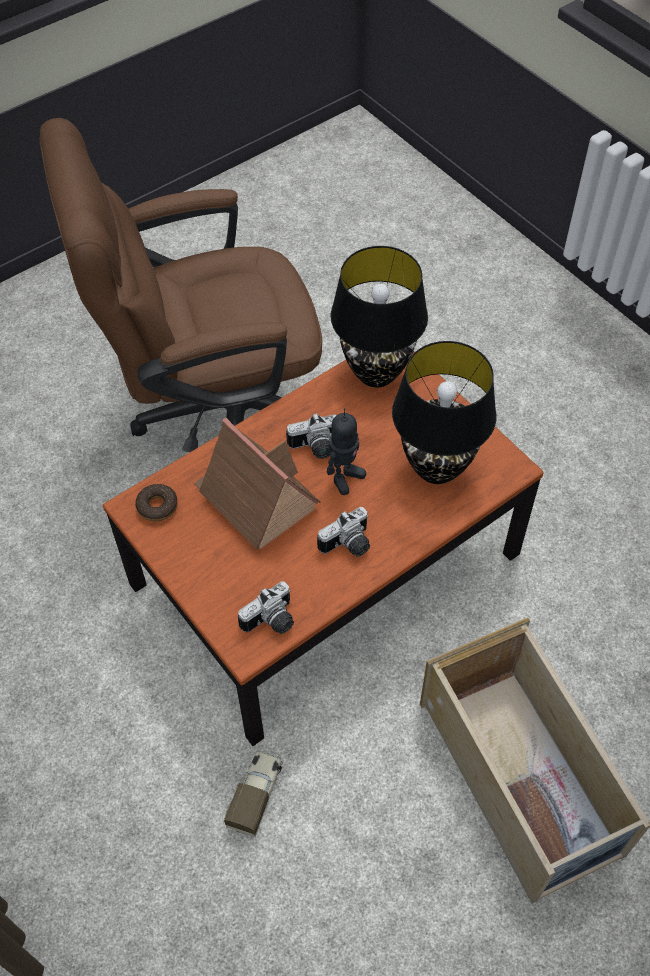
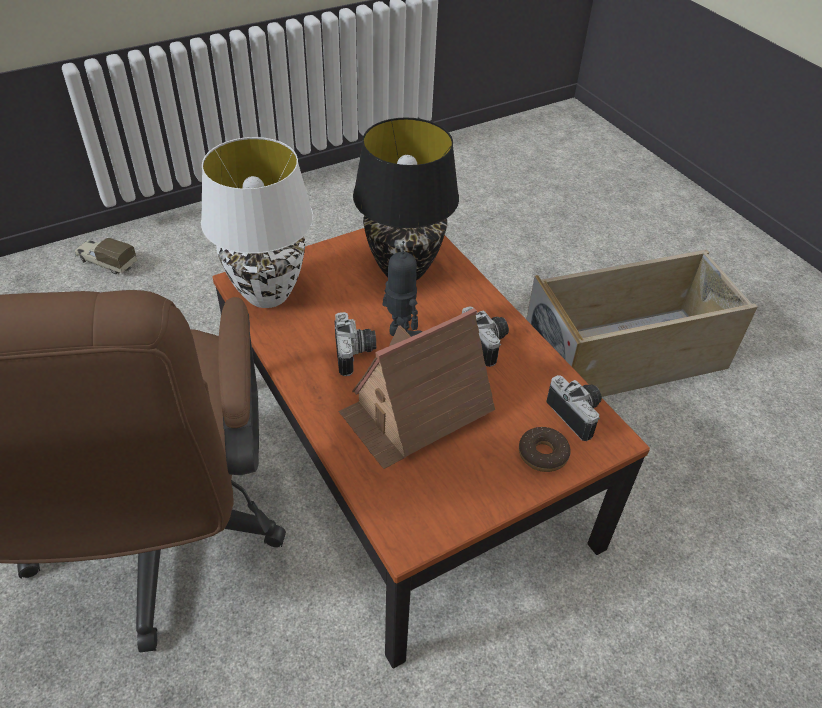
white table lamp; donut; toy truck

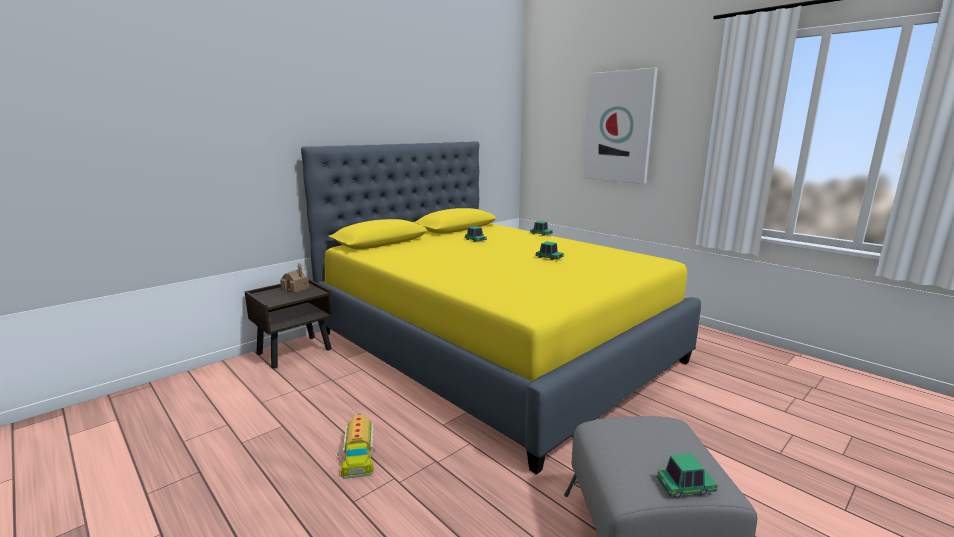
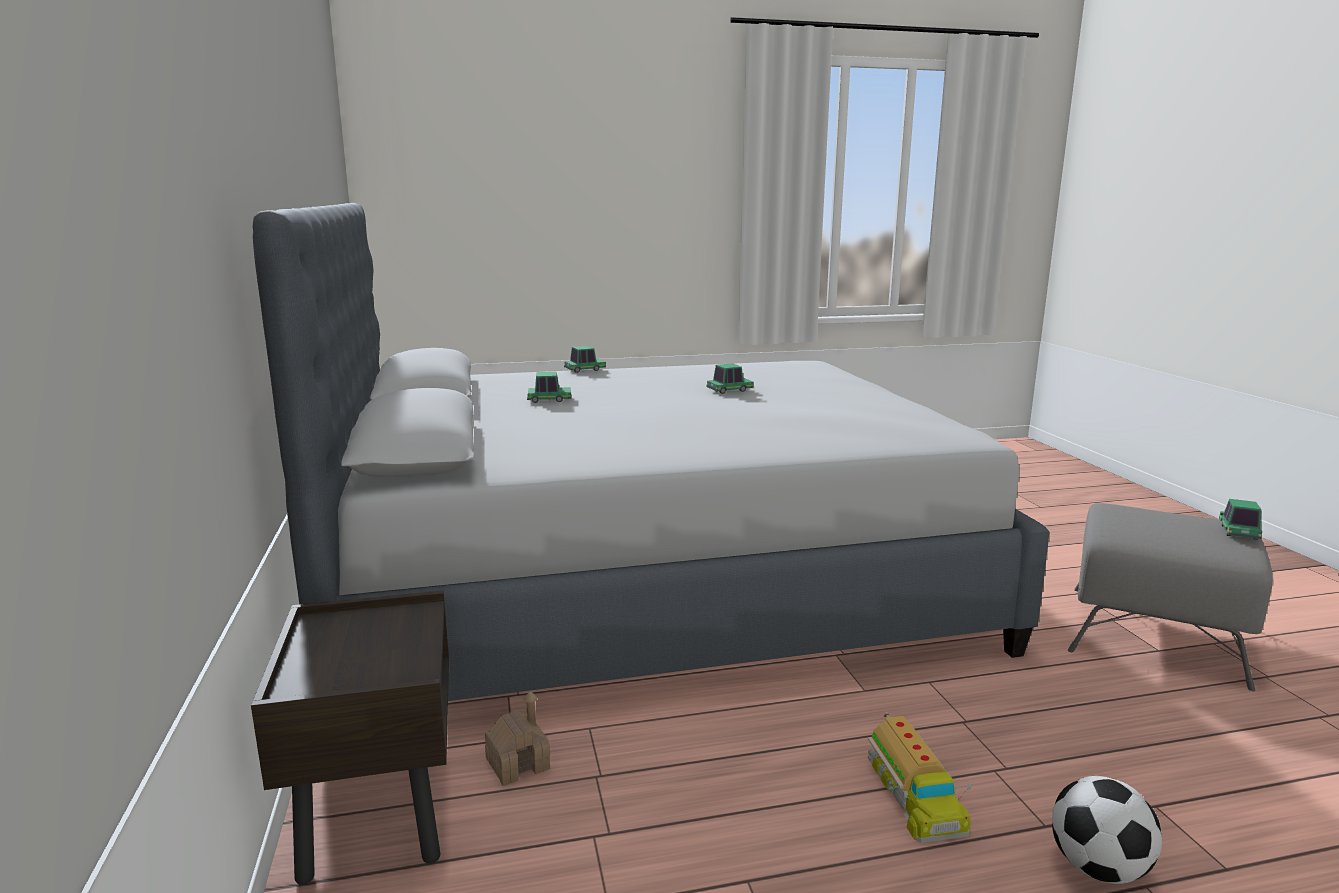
picture; grey bed; toy house; toy truck; football

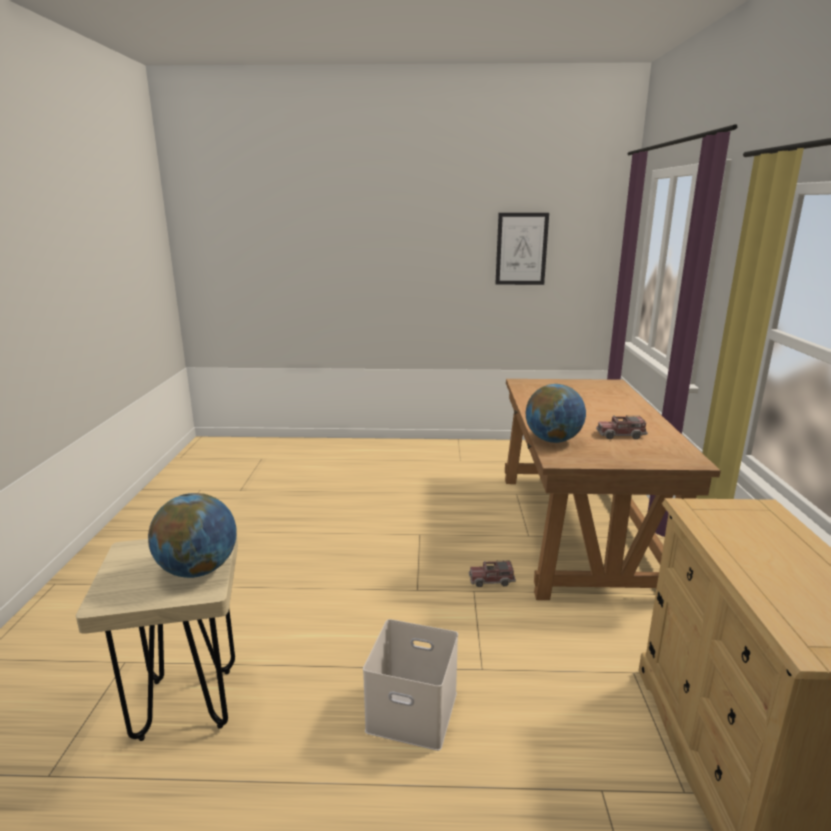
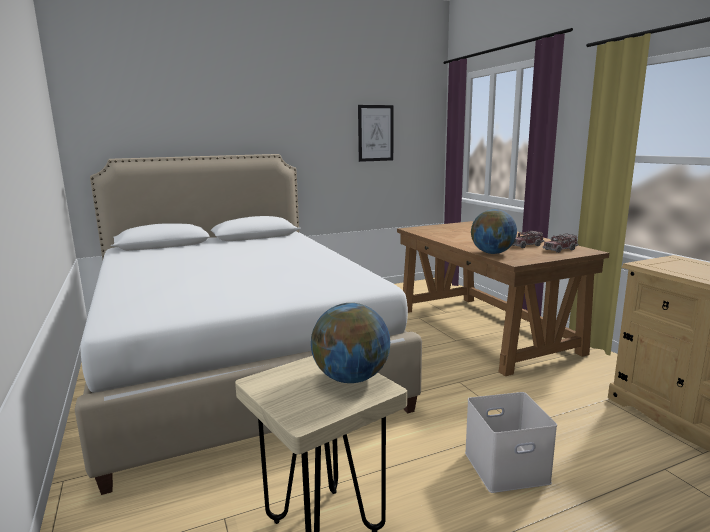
toy truck (2nd from left); white bed

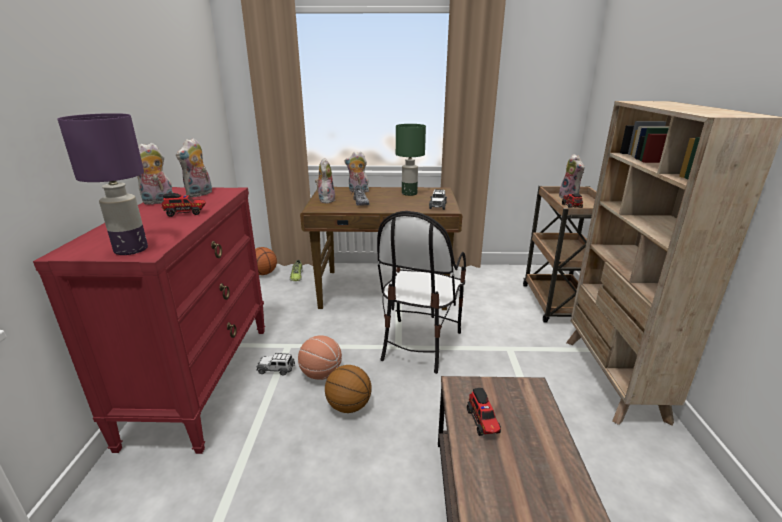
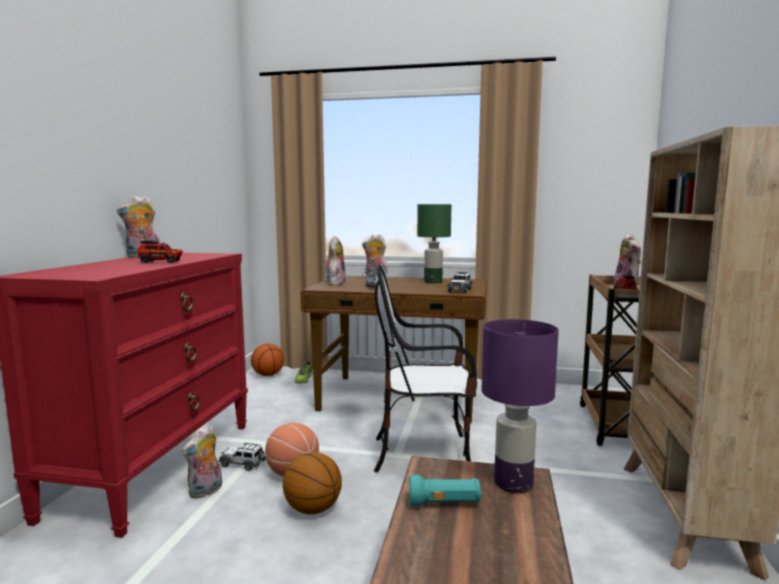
purple table lamp; plush toy (2nd from left); chair; turquoise flashlight

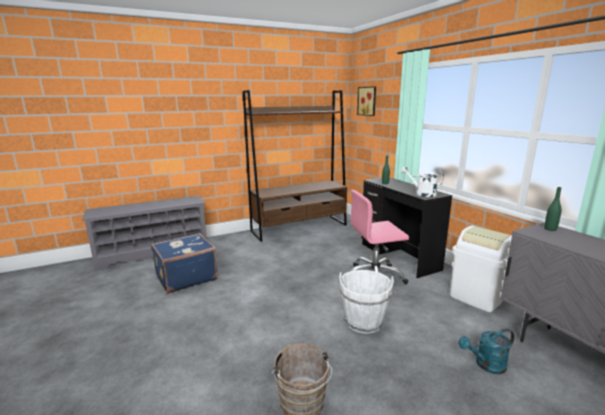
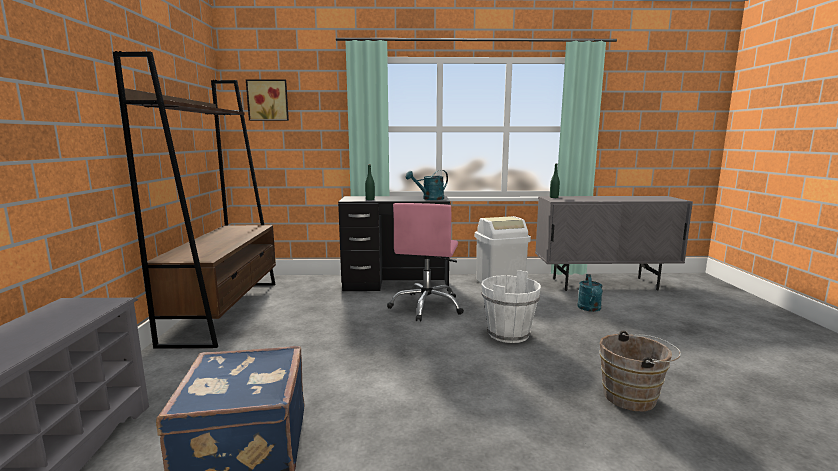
turquoise watering can (1st from left)

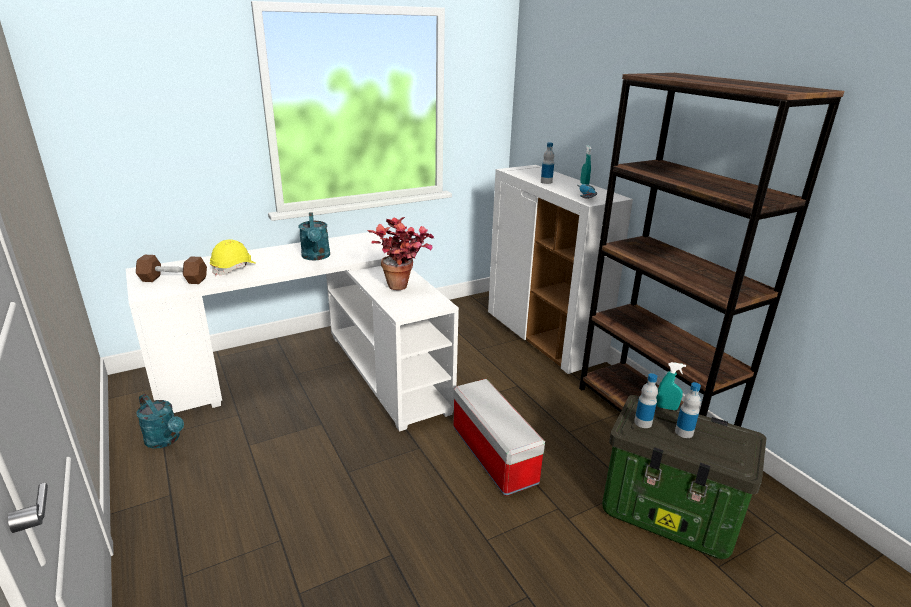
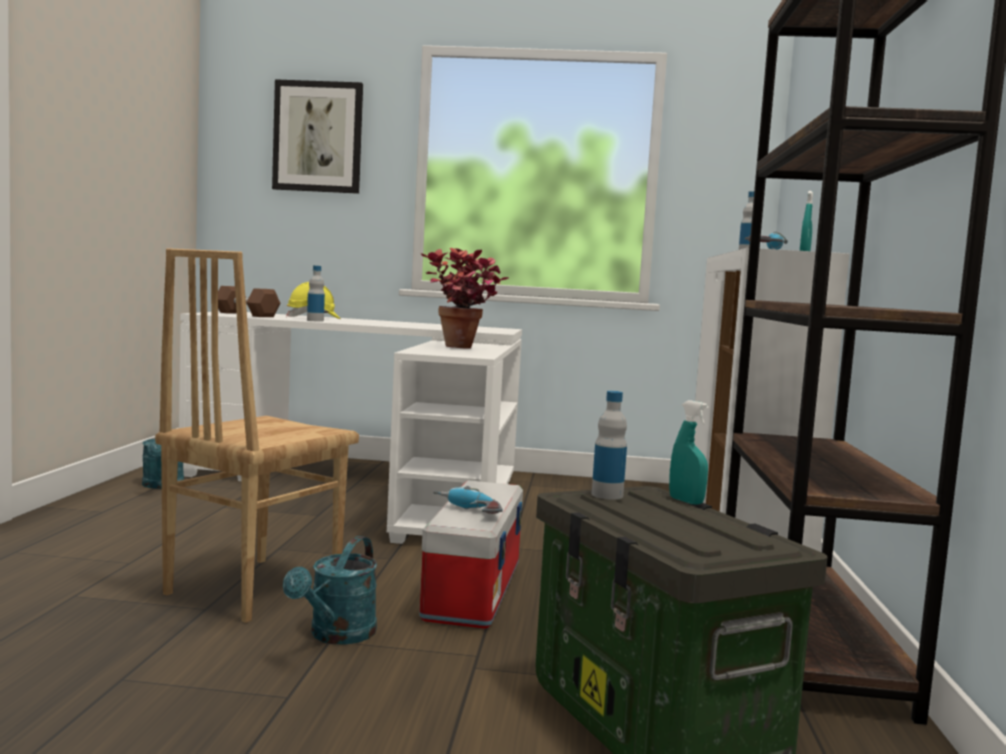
turquoise watering can (2nd from left); bottle (1st from left); picture; brown chair; power drill (1st from left)

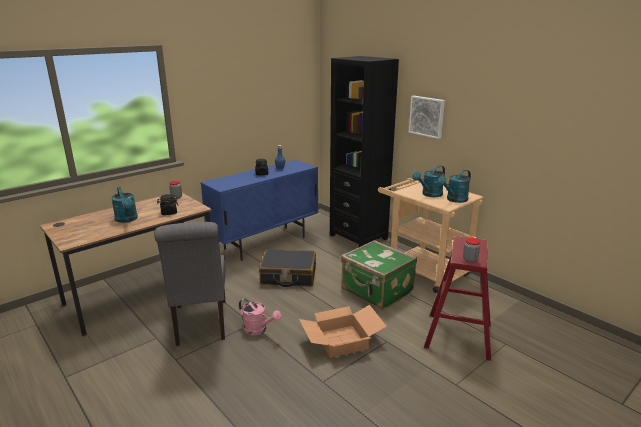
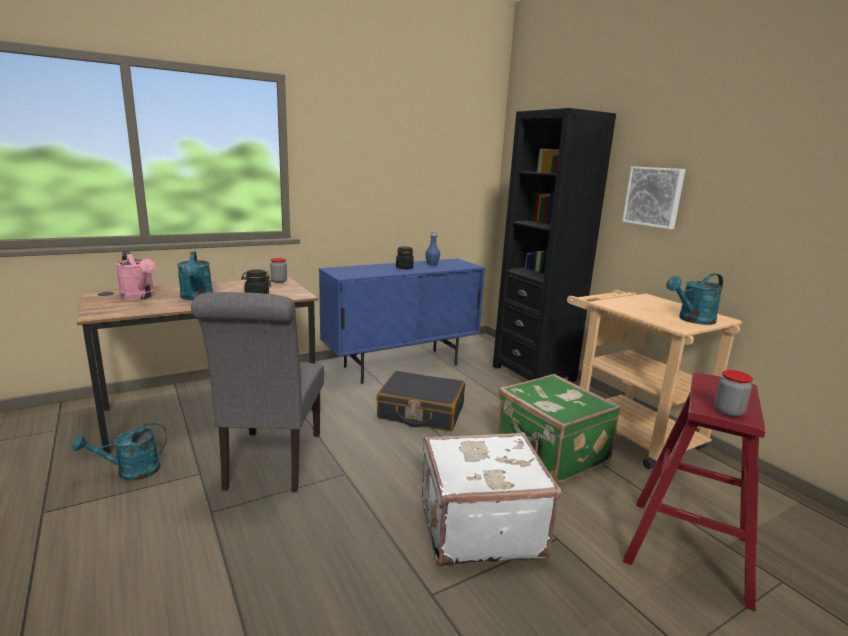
turquoise watering can (1st from left); pink watering can; white suitcase

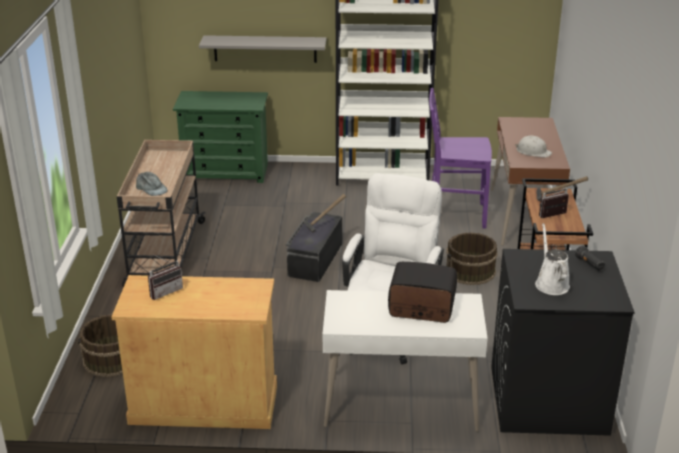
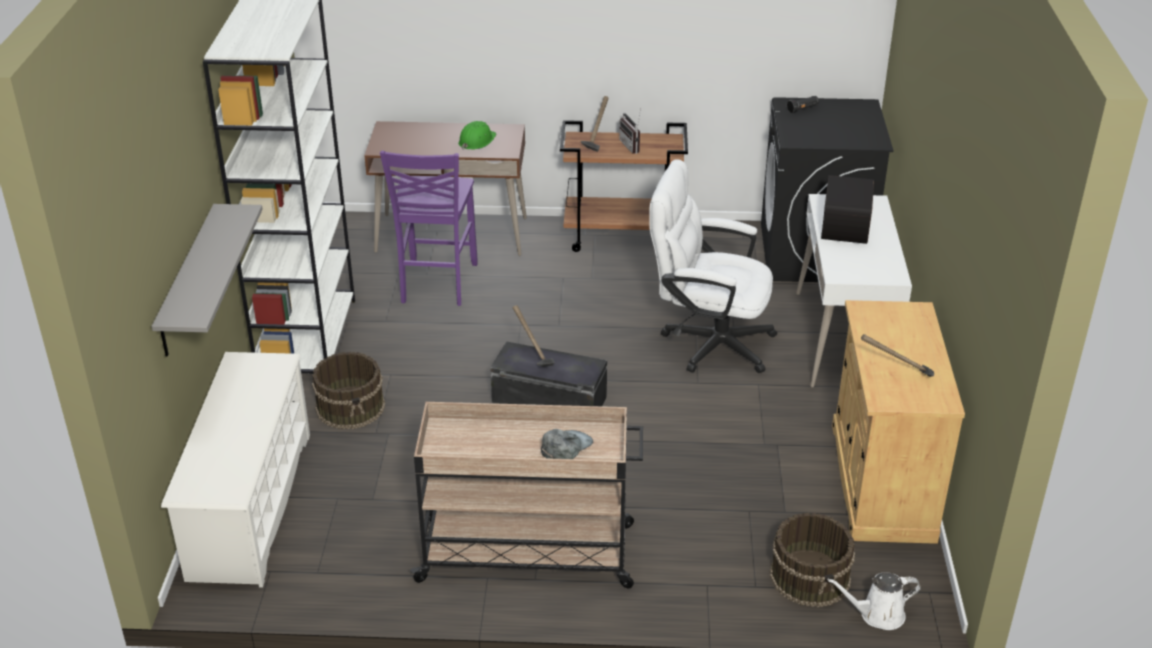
white shoe rack; green hard hat; white watering can; brown bucket (1st from left); hammer (3rd from left)

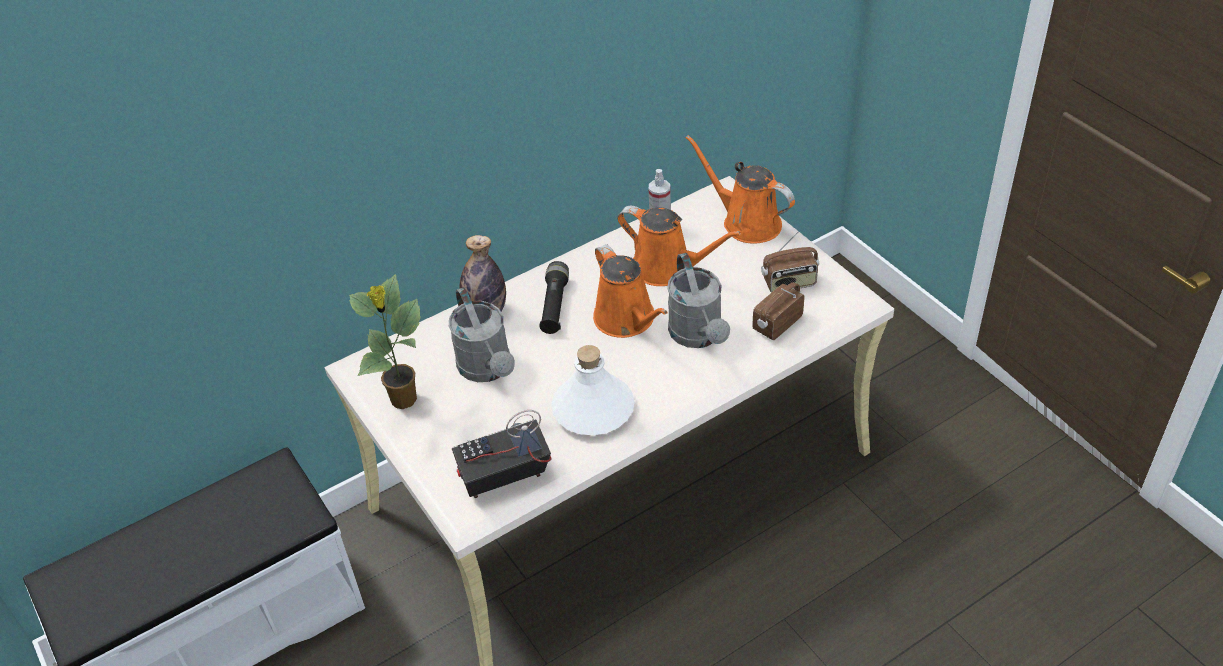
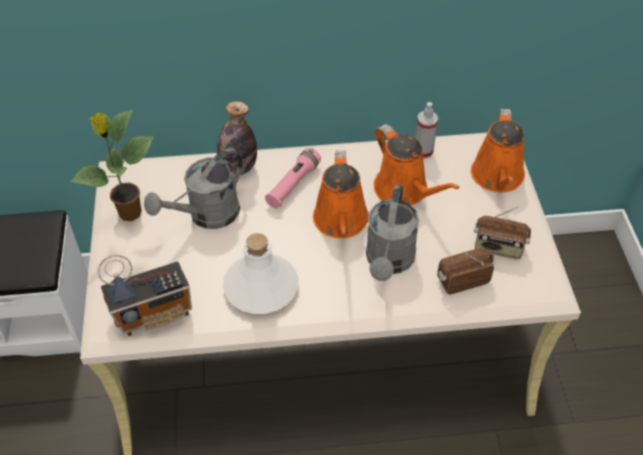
orange watering can (3rd from left); pink flashlight; grey watering can (1st from left); radio (1st from left)

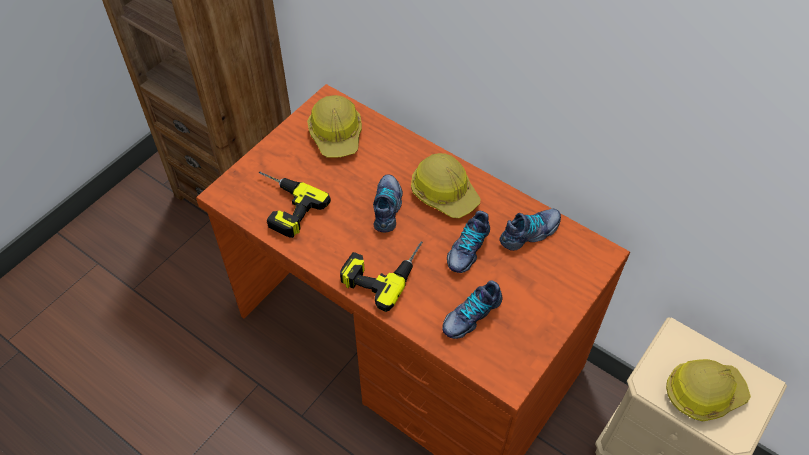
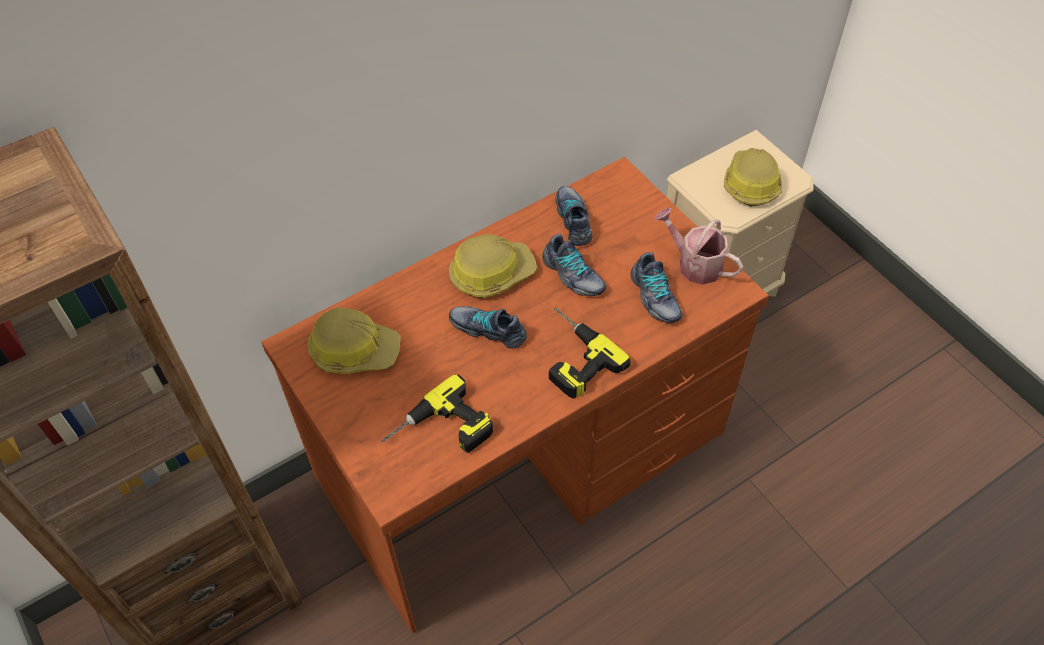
watering can

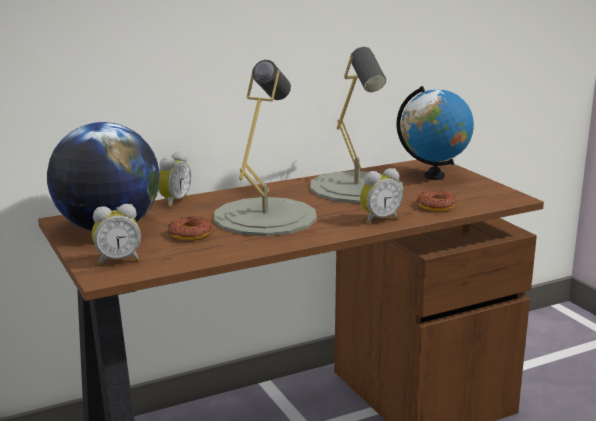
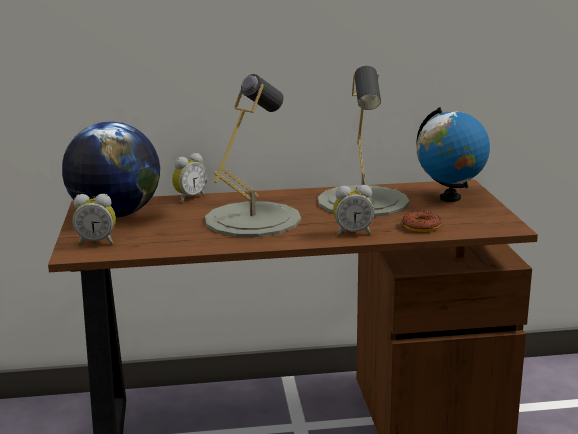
donut (1st from left in the first image)

